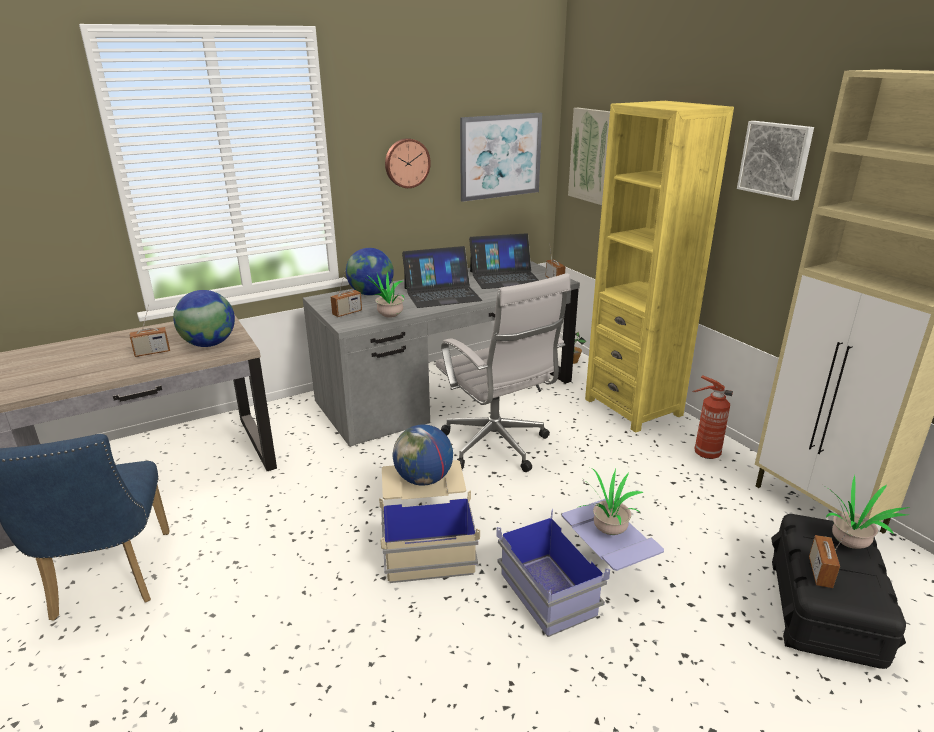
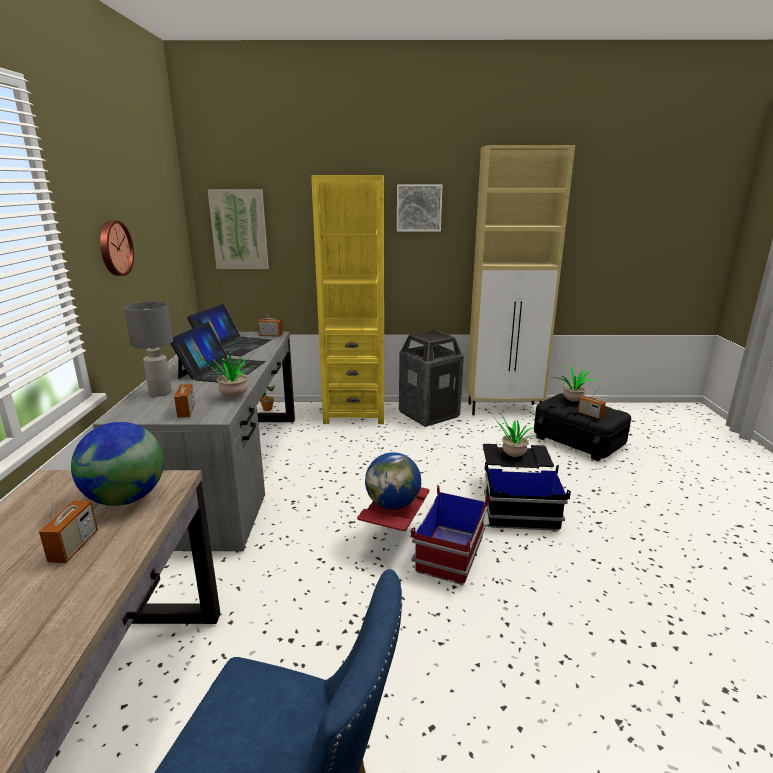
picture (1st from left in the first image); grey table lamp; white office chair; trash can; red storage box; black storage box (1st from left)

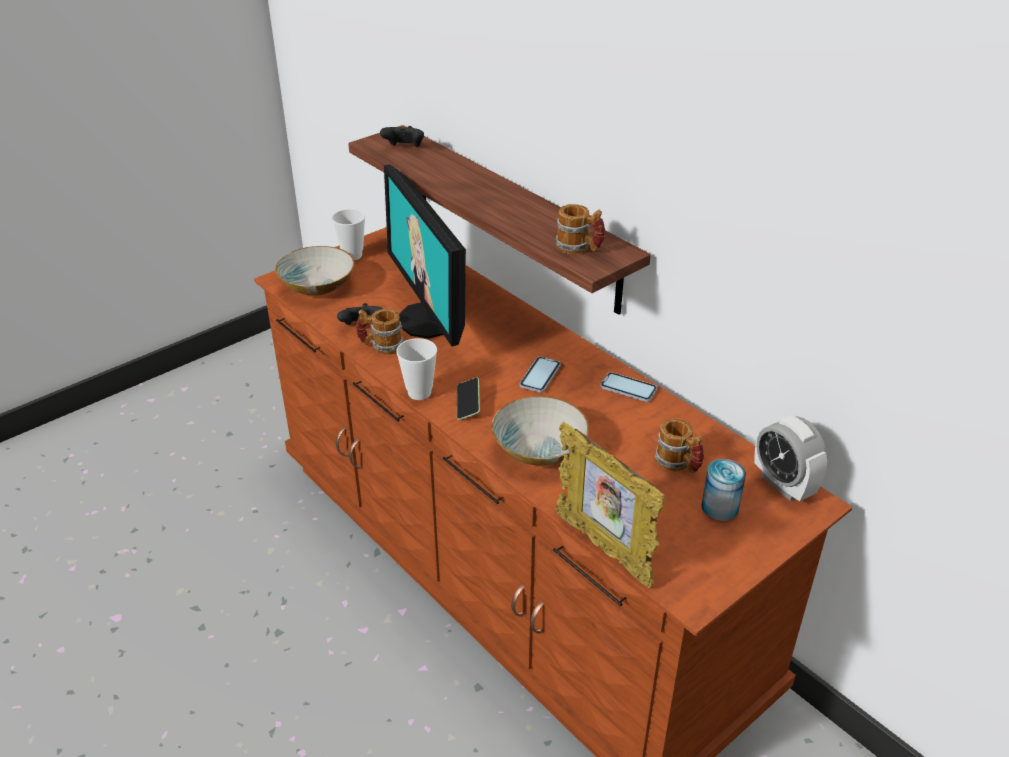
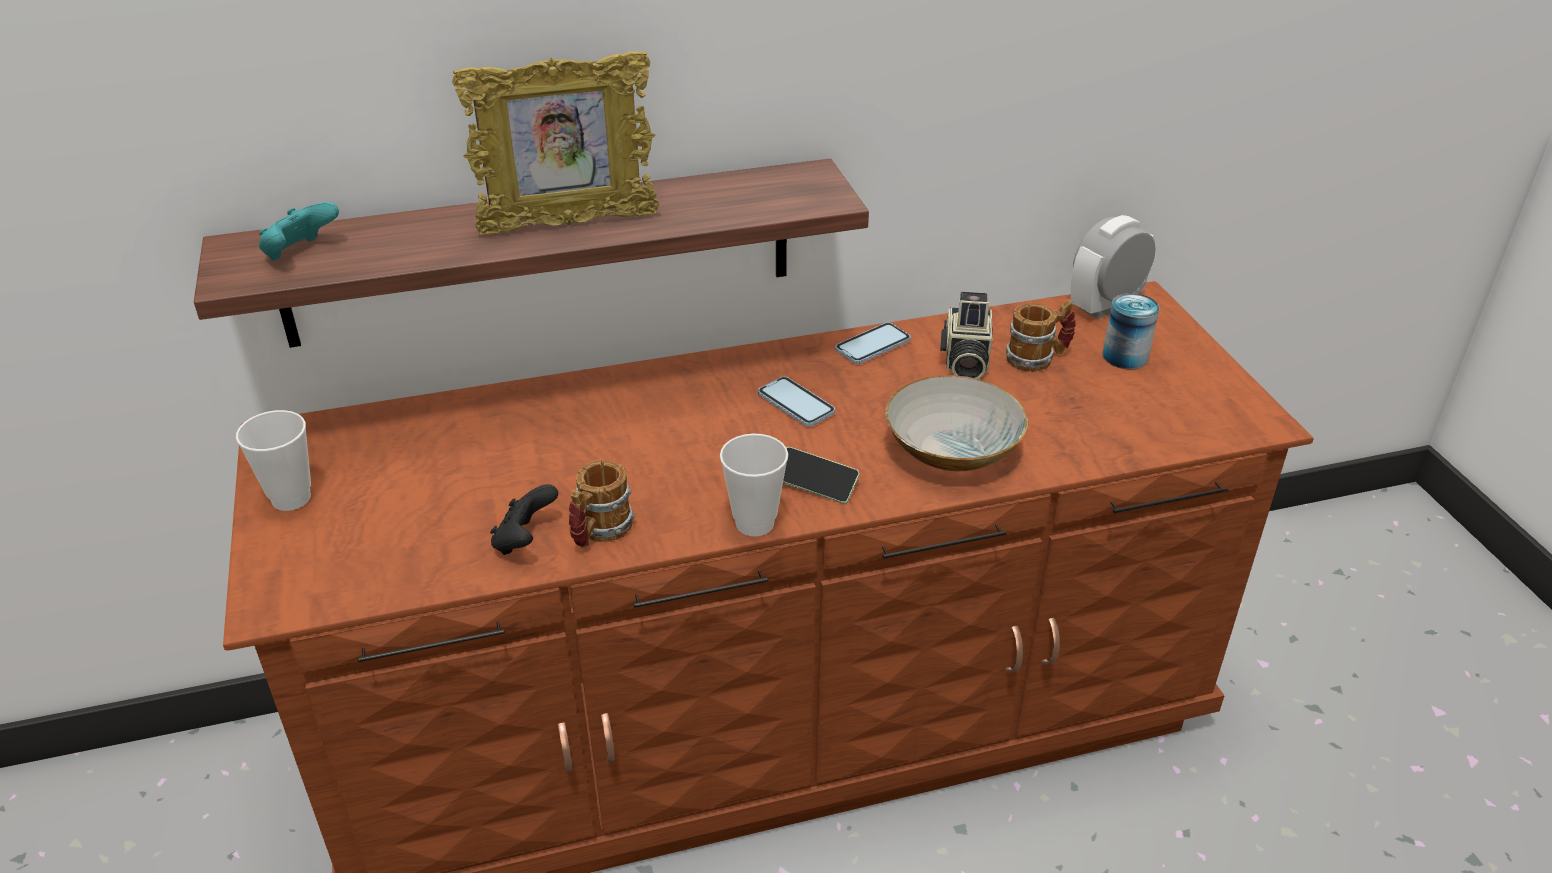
turquoise game controller; monitor; mug (2nd from left in the first image); bowl (1st from left in the first image); alarm clock; picture frame; photo camera

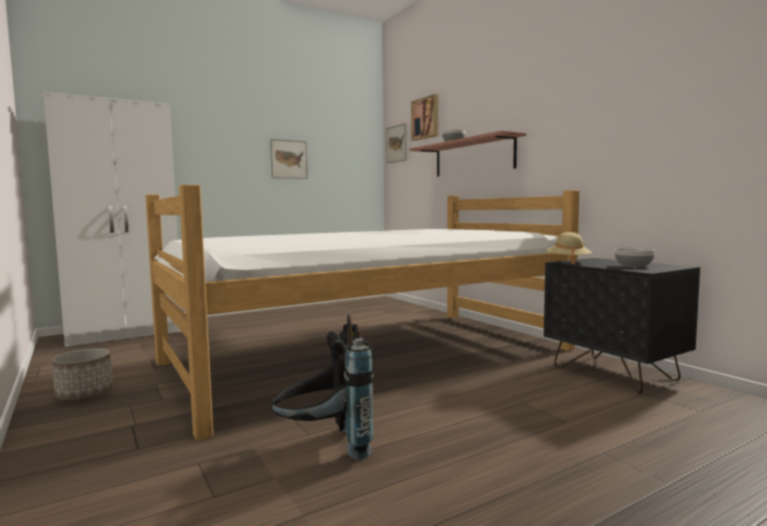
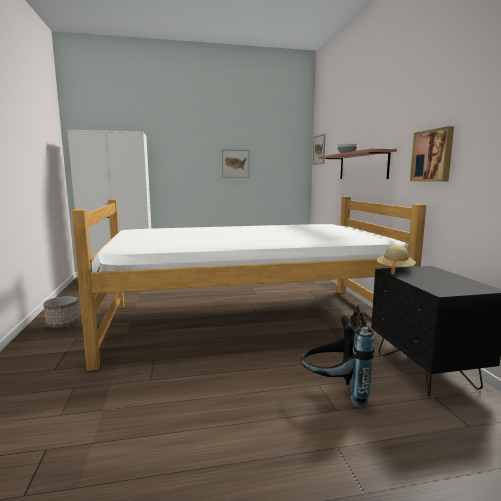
picture (3rd from left); bowl (2nd from left in the first image); black backpack

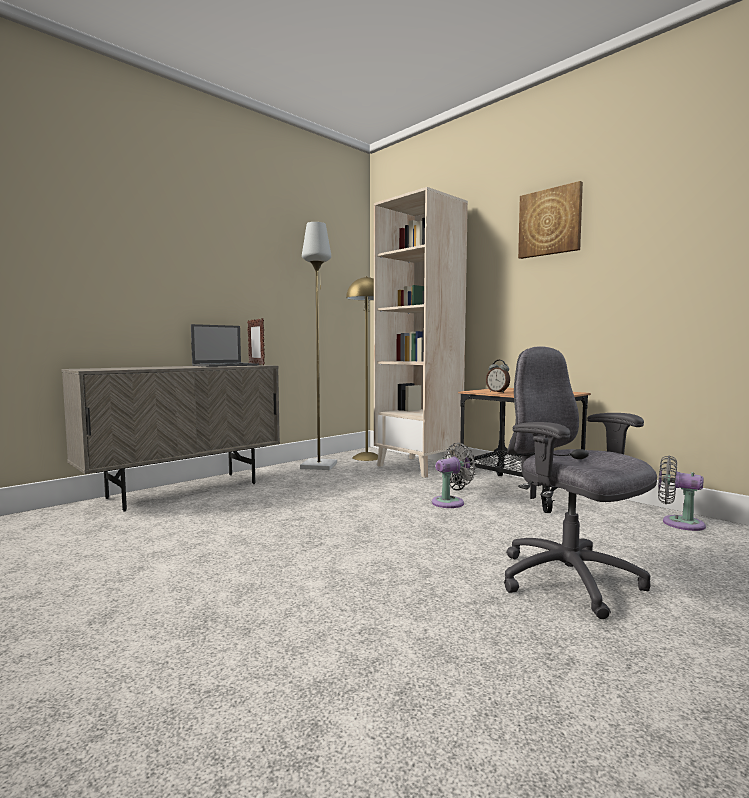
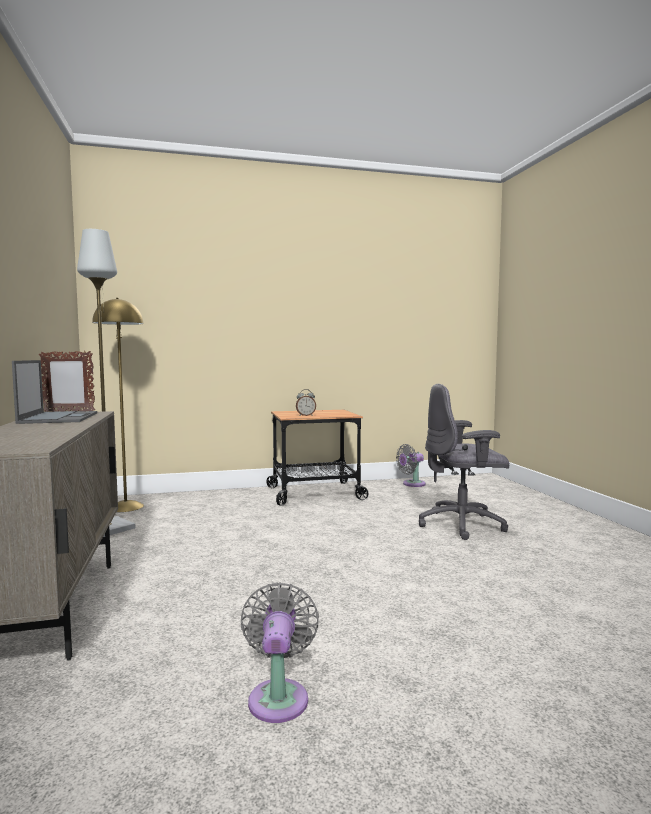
picture; beige bookcase; grey fan (1st from left)

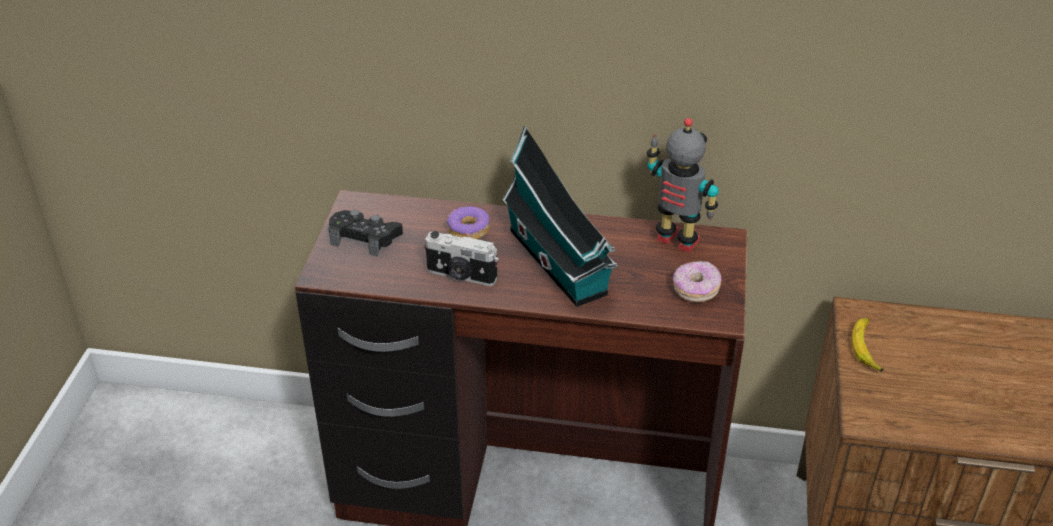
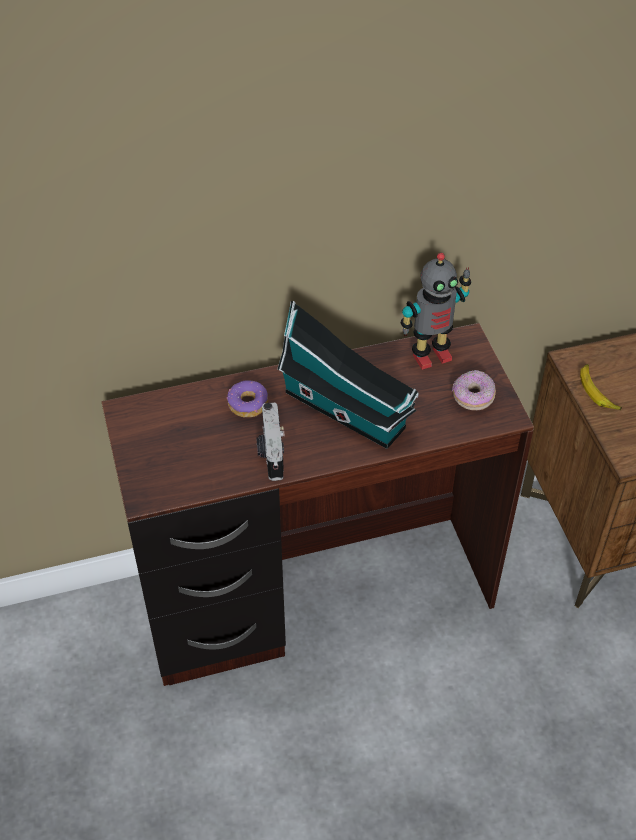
toy robot; black game controller; photo camera

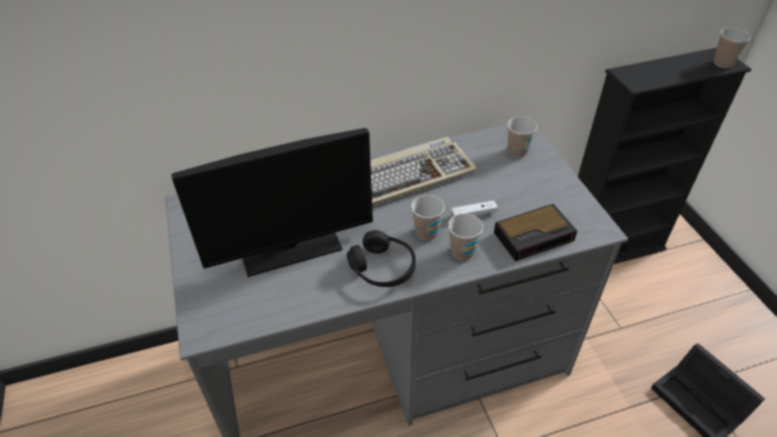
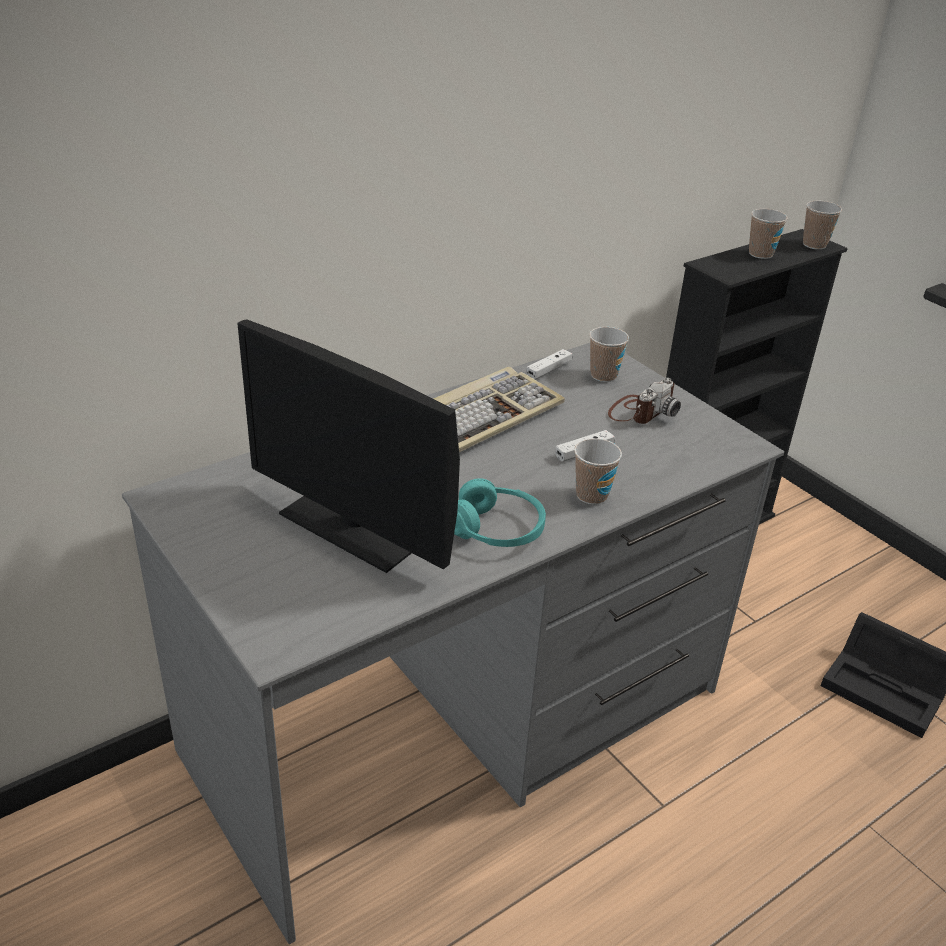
monitor; cup (3rd from left); alarm clock; turquoise headphones; white game controller (1st from left); photo camera

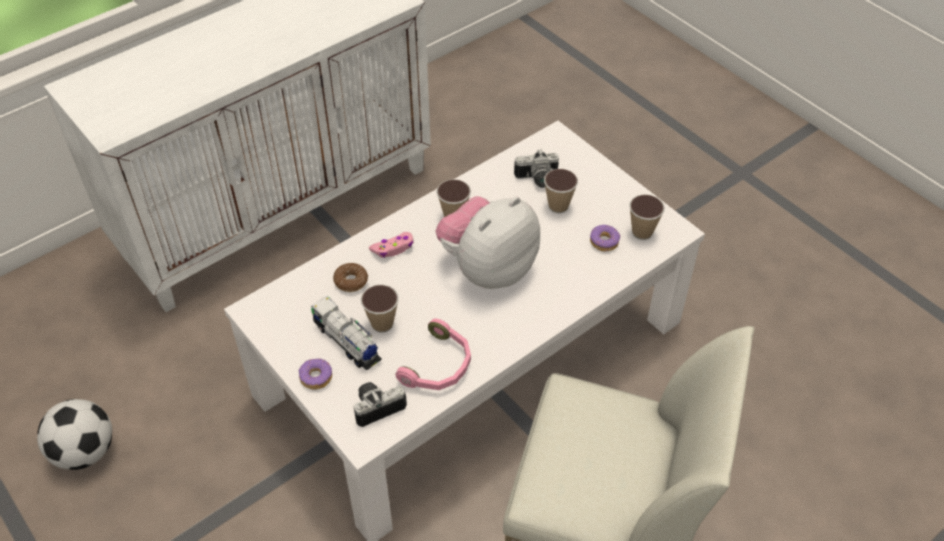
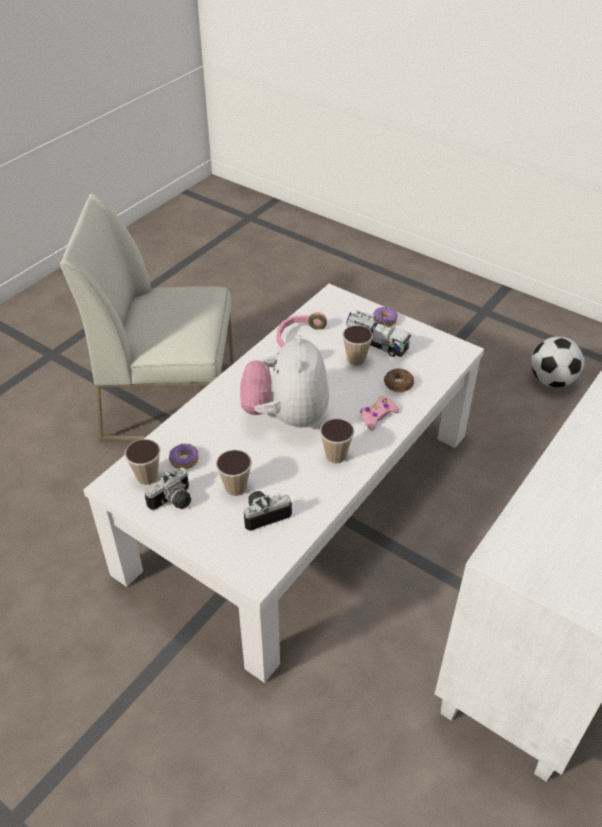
plush toy; photo camera (1st from left)

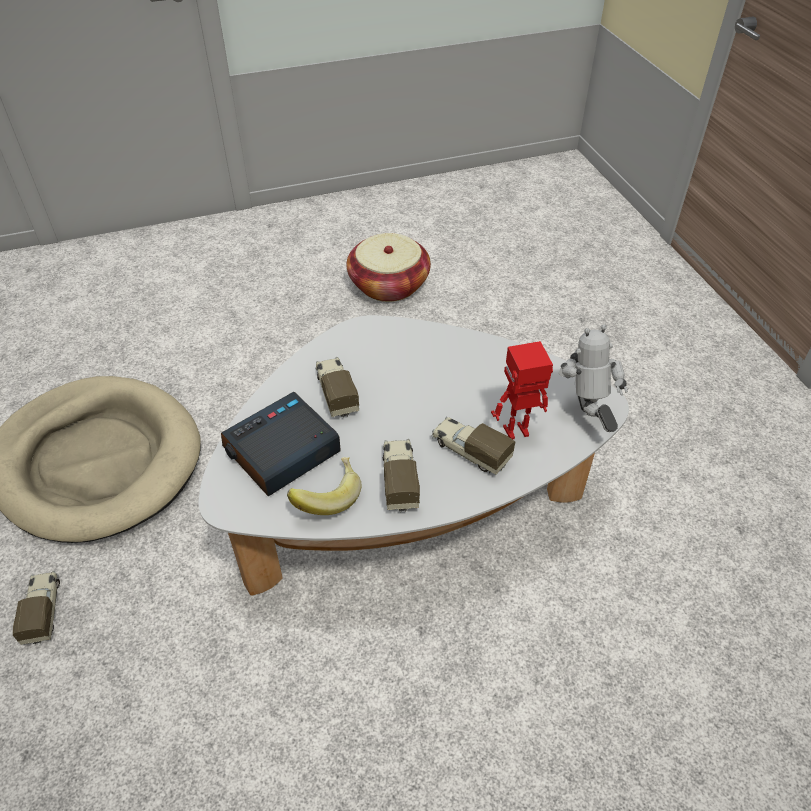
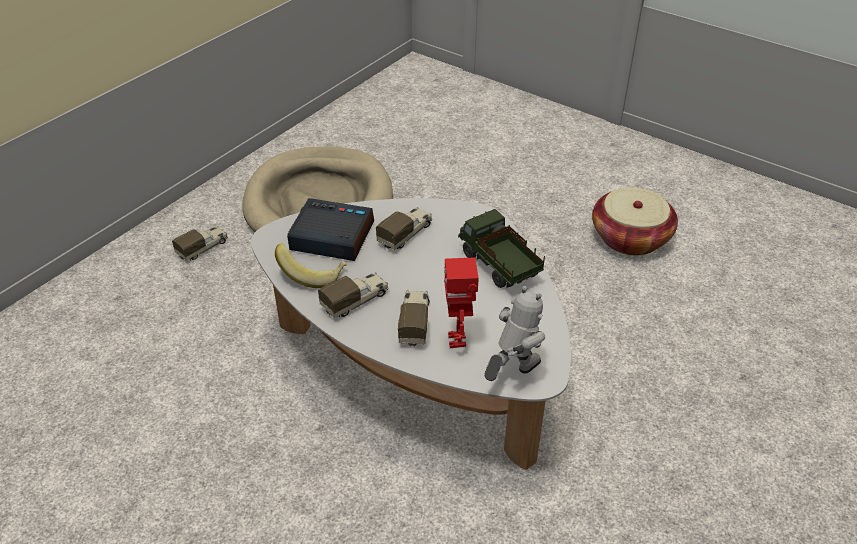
toy robot (1st from left); toy truck (5th from left)

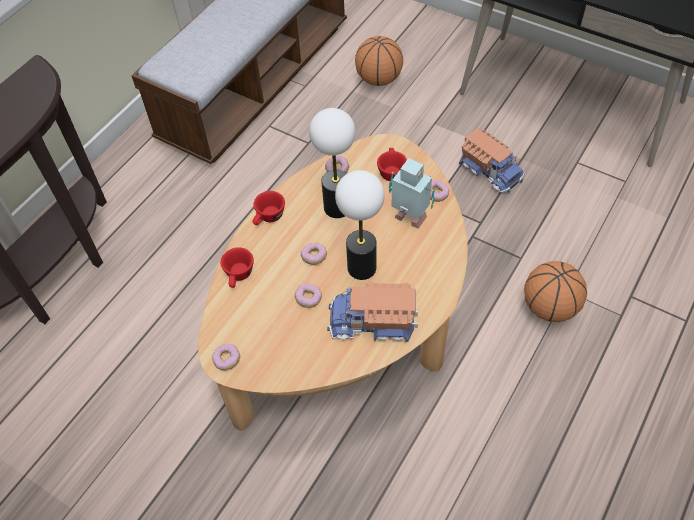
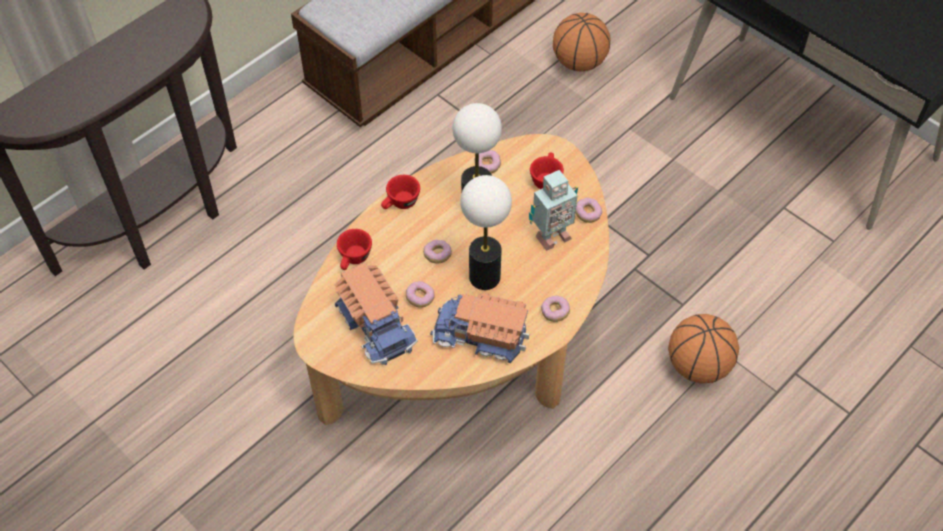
toy truck (1st from left); toy robot; donut (4th from left)

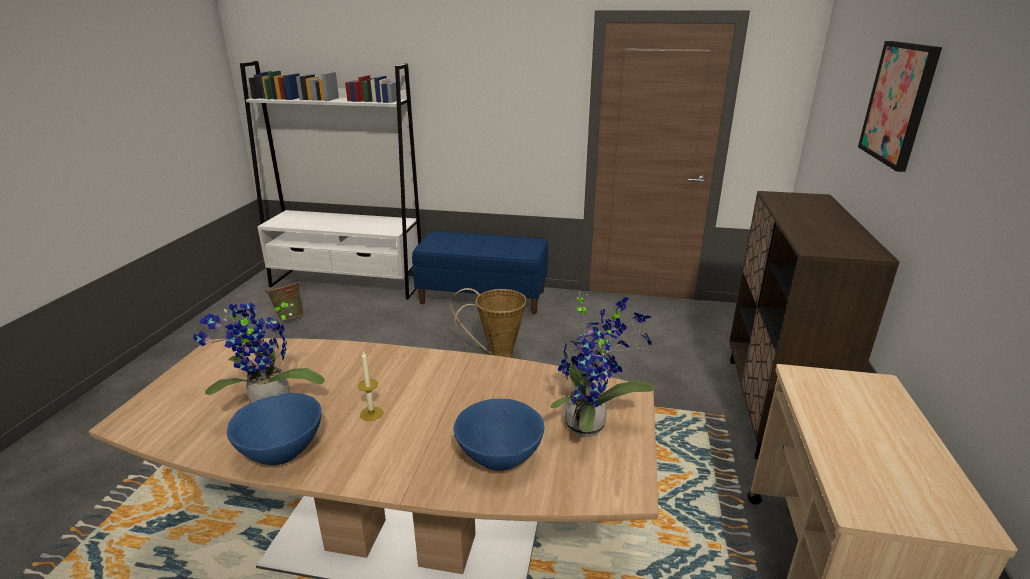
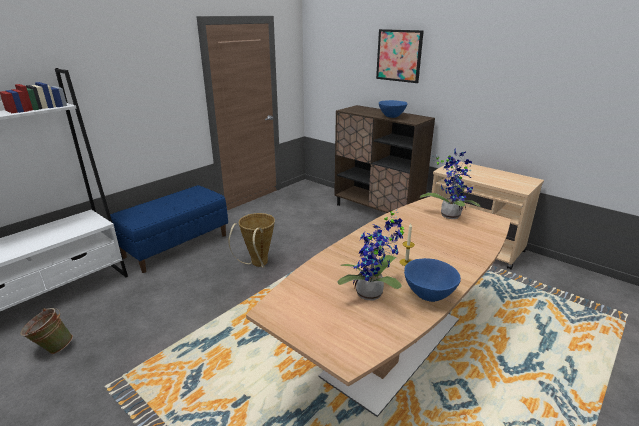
blue bowl (1st from left)

